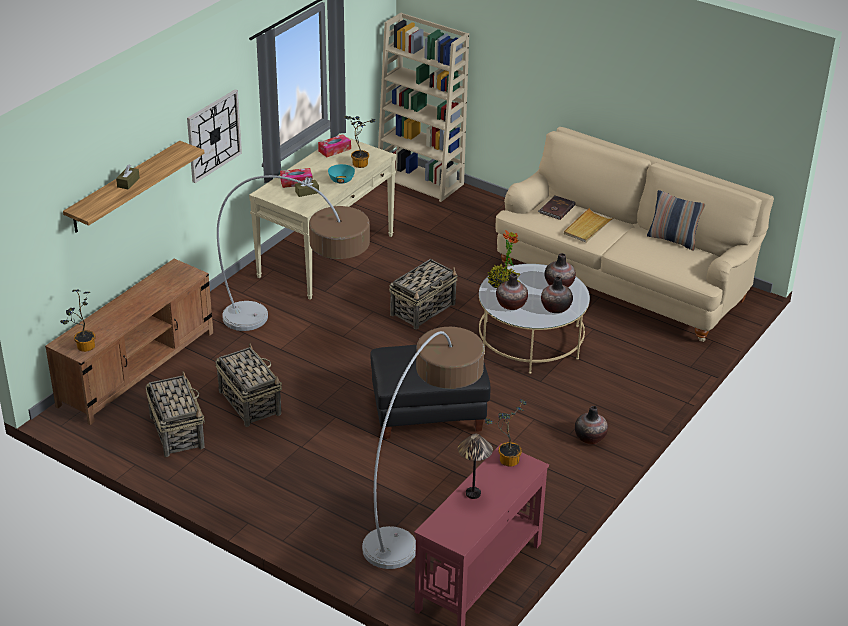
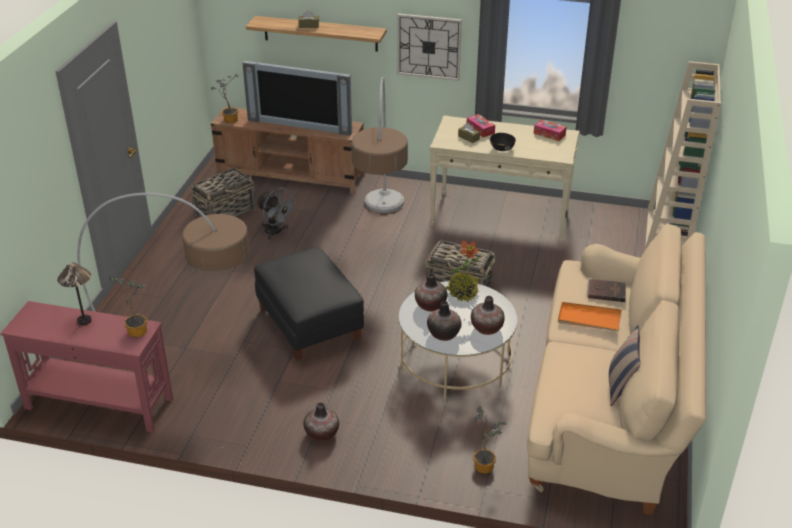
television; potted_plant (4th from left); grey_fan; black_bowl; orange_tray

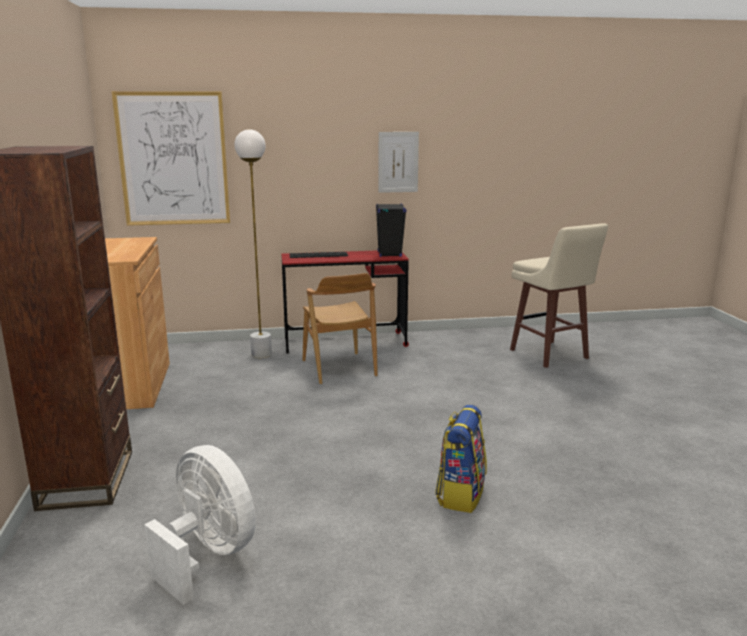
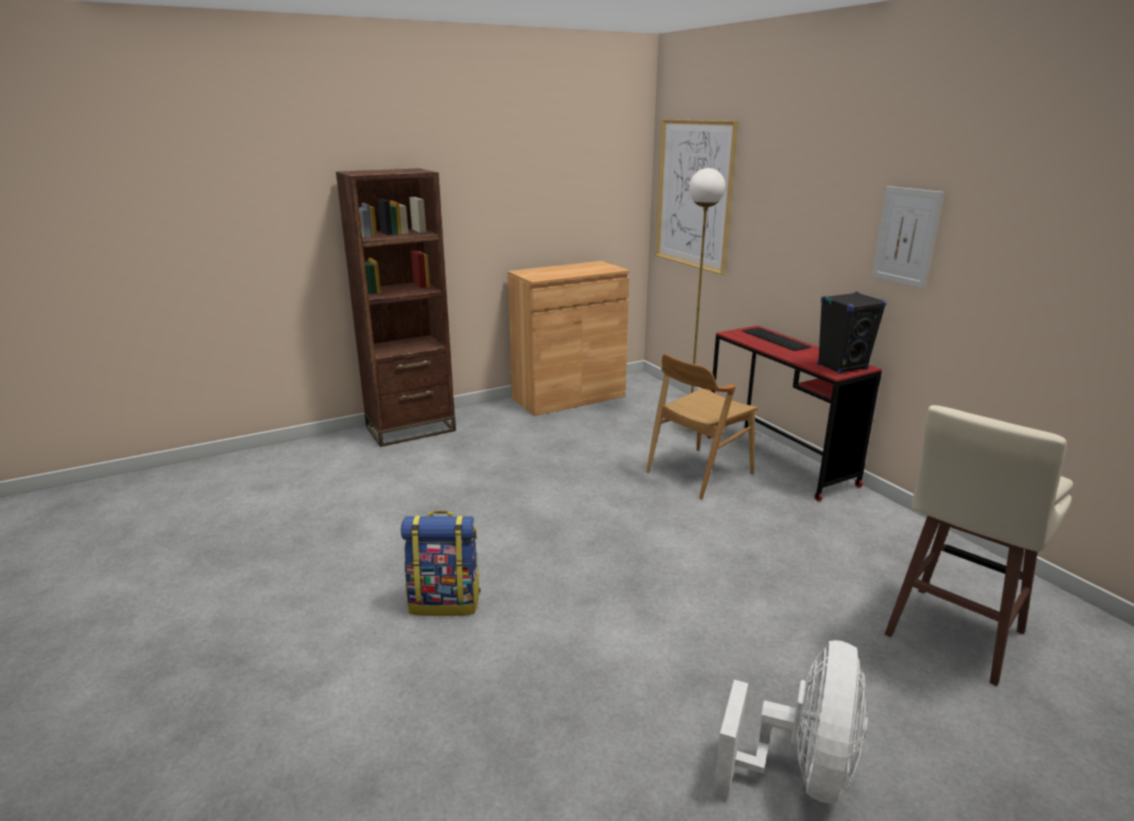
white_fan

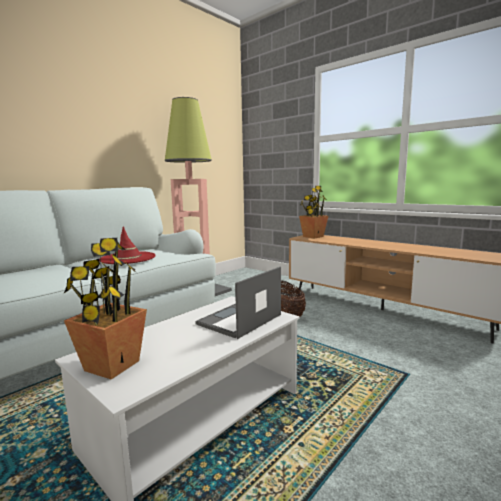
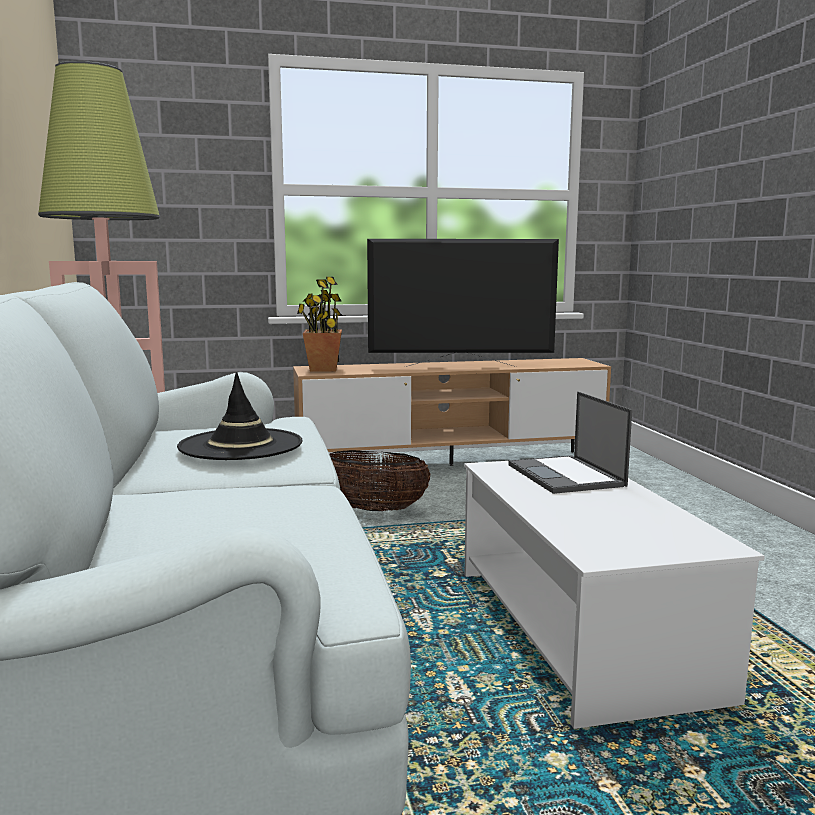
potted_plant (1st from left in the first image); television; black_hat

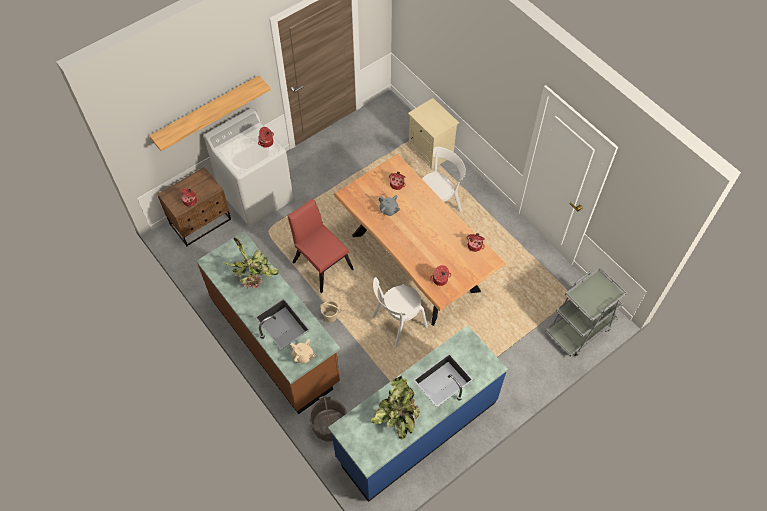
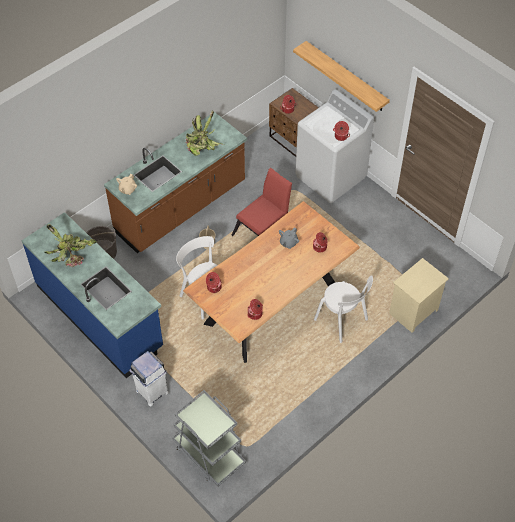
white_trash_can

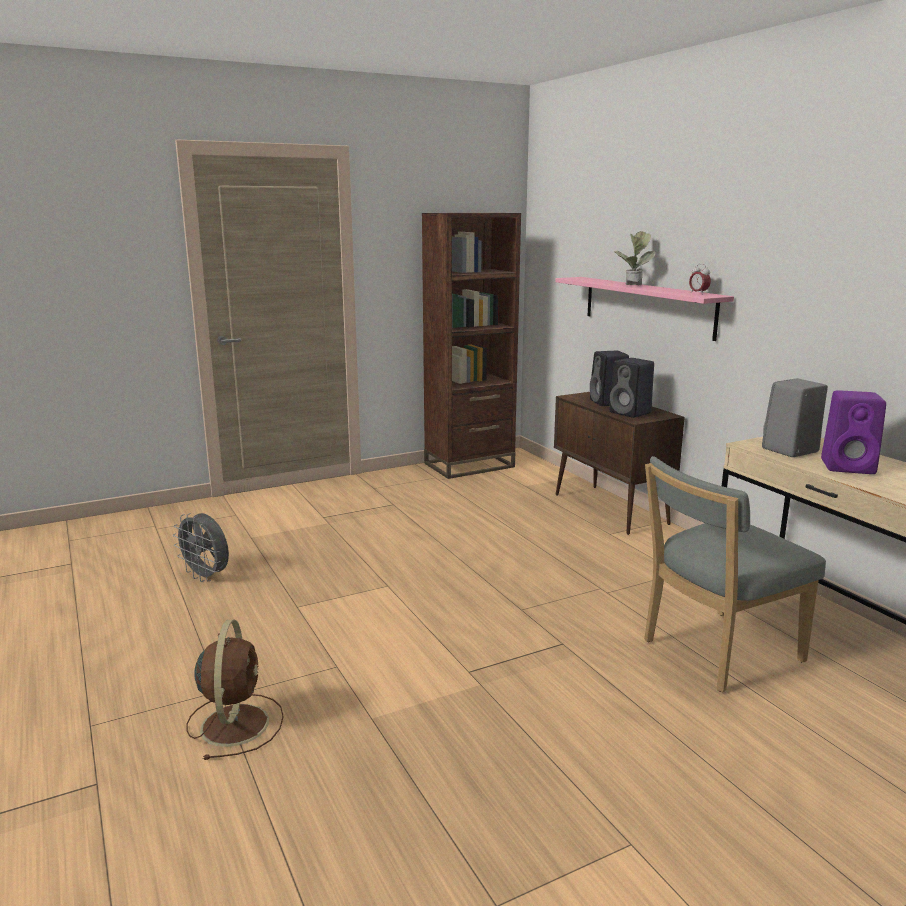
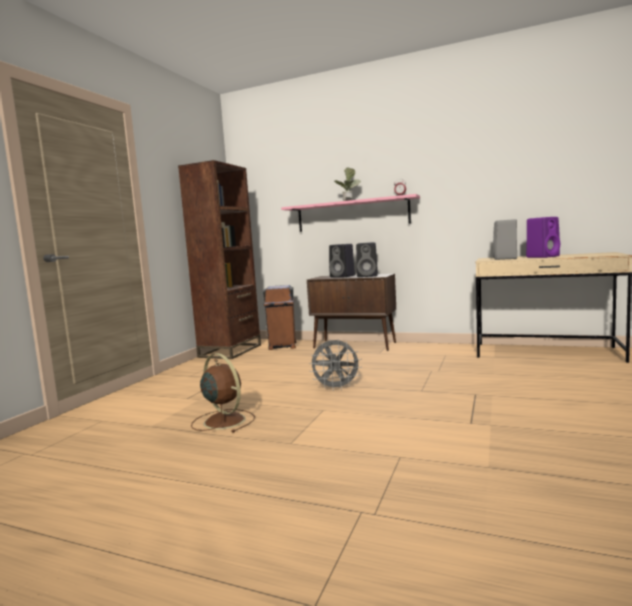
grey_chair; brown_trash_can; grey_fan; brown_fan

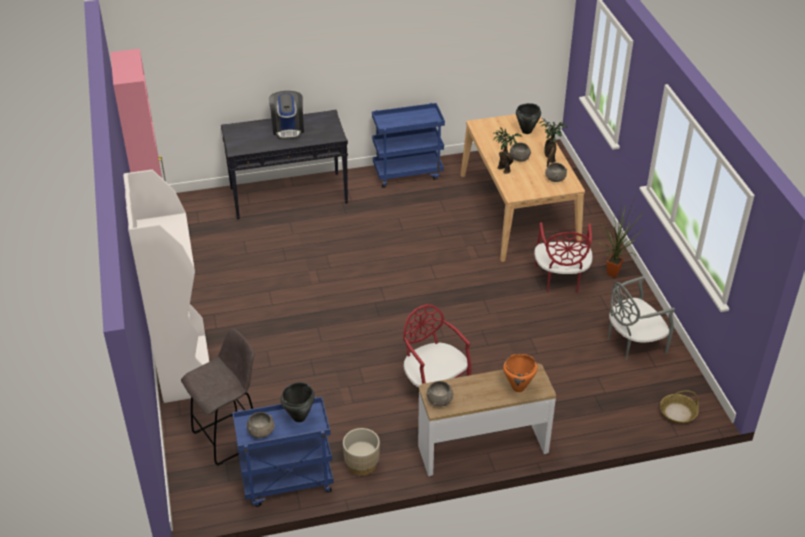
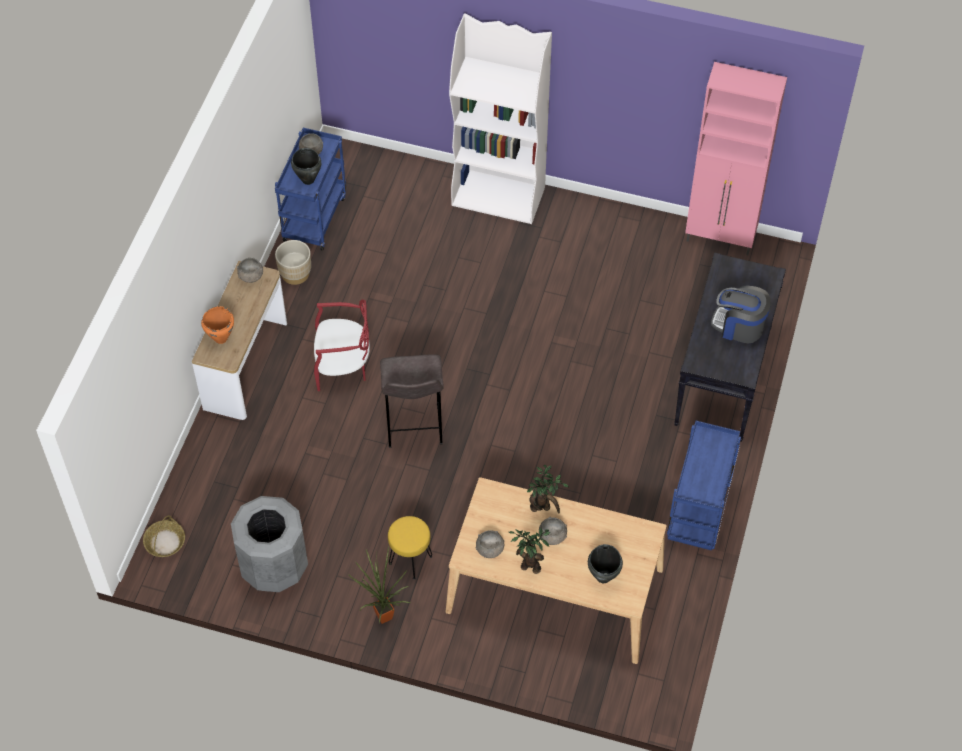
grey_stool; yellow_stool; grey_trash_can

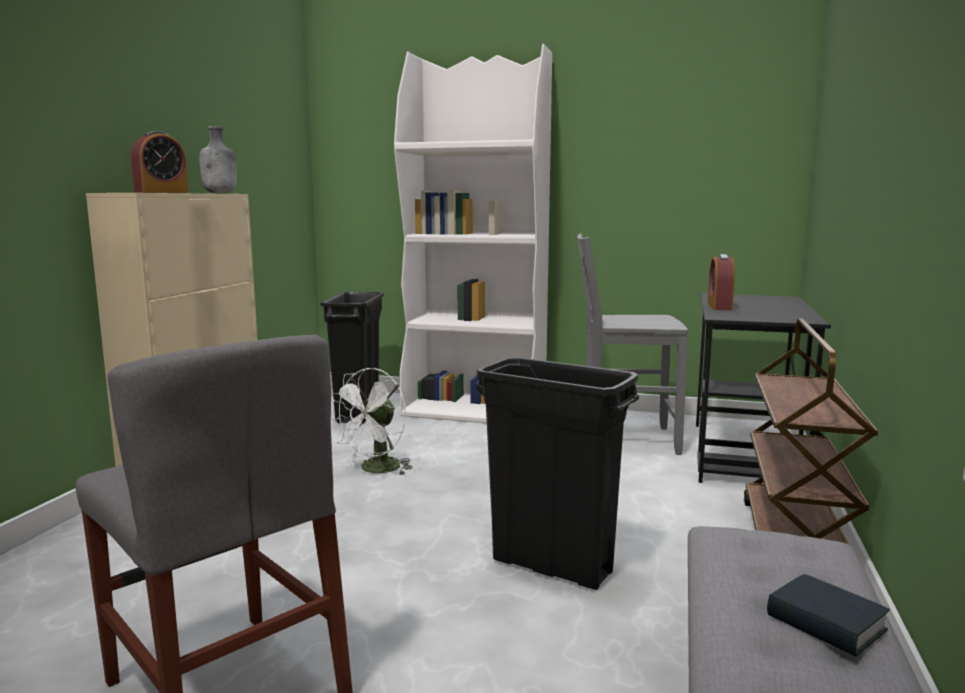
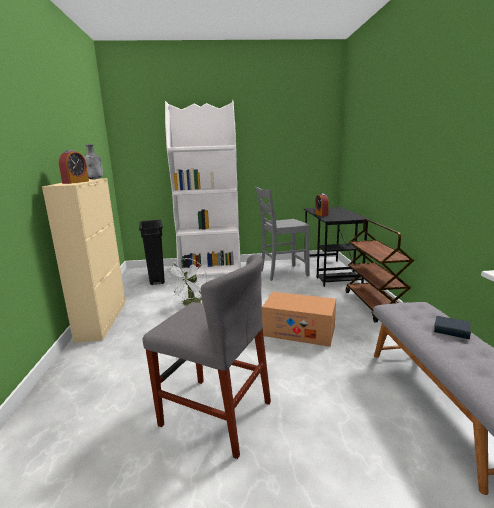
cardboard_box

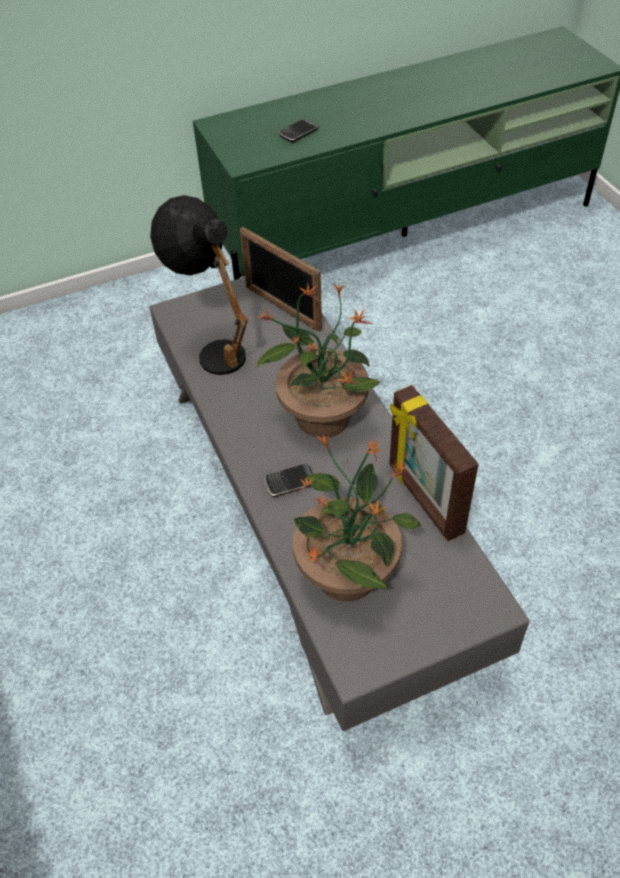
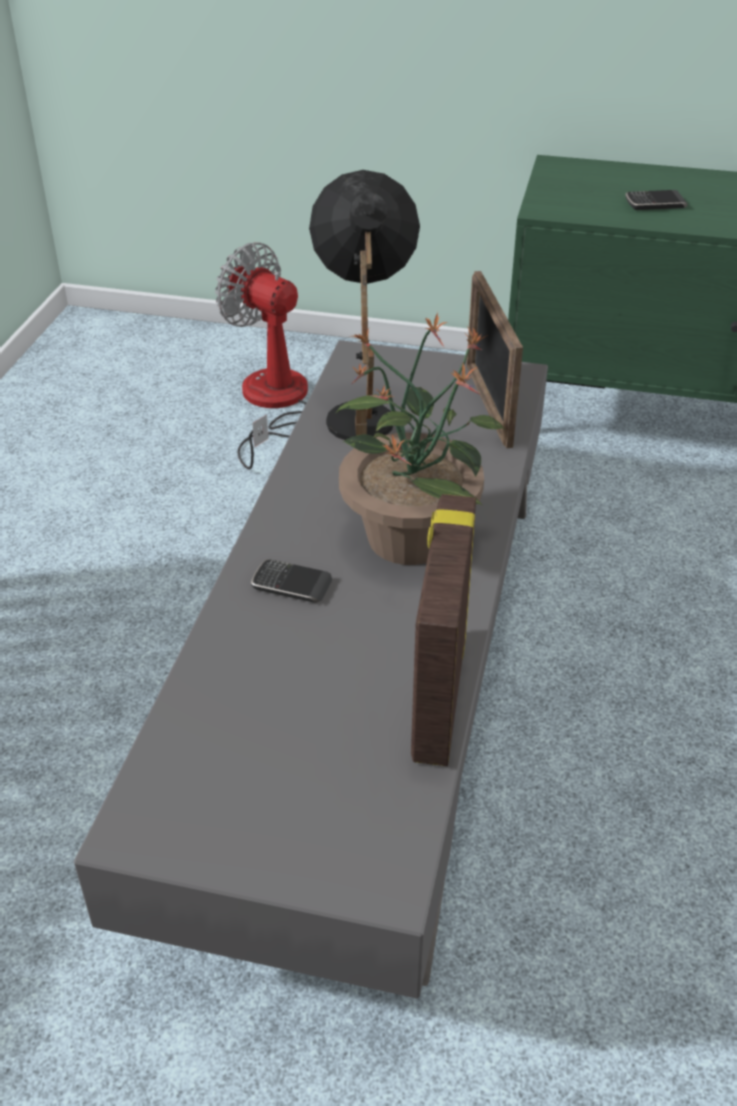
potted_plant (2nd from left in the first image); fan

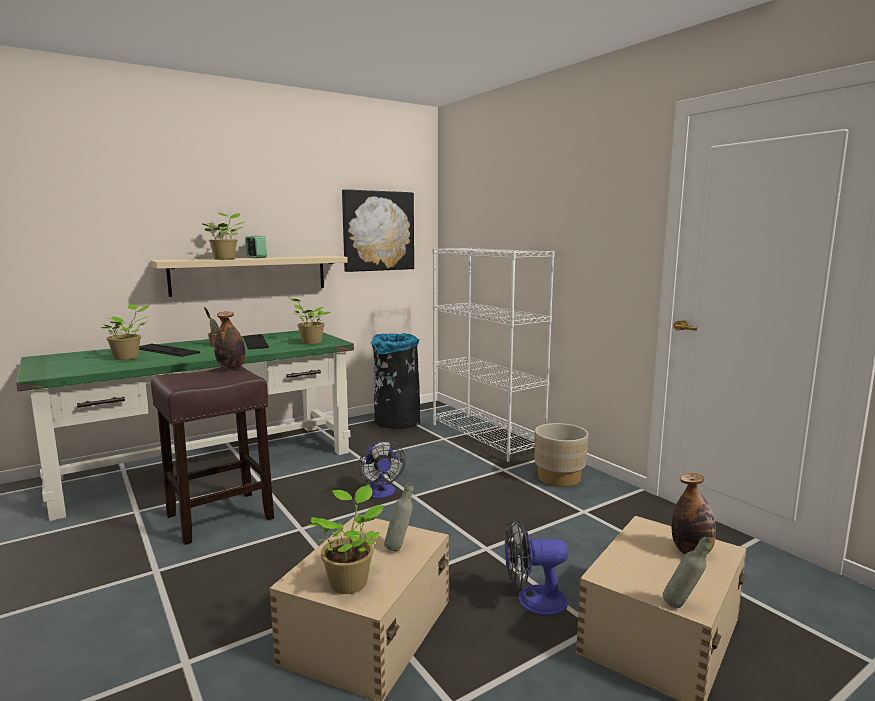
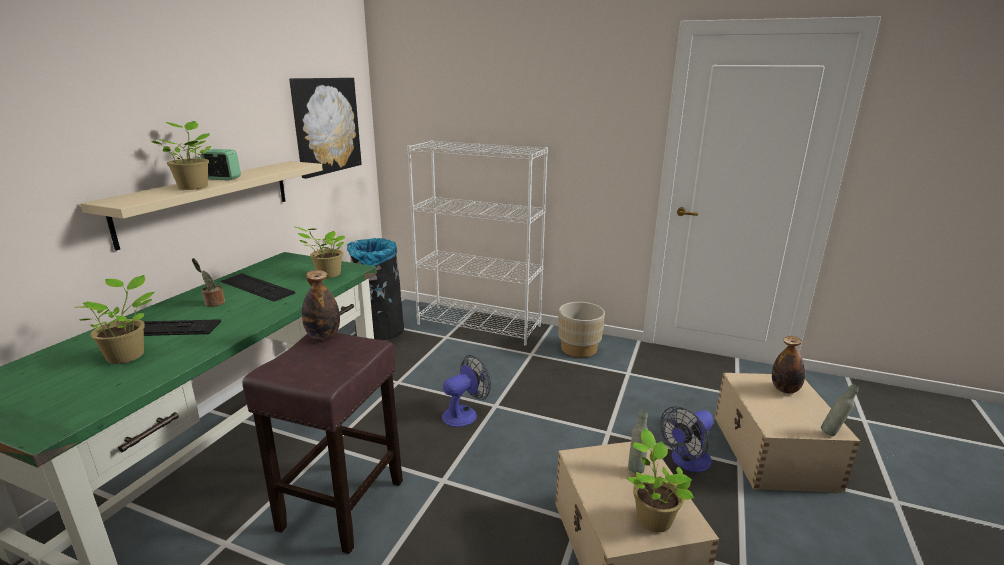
fan (1st from left)

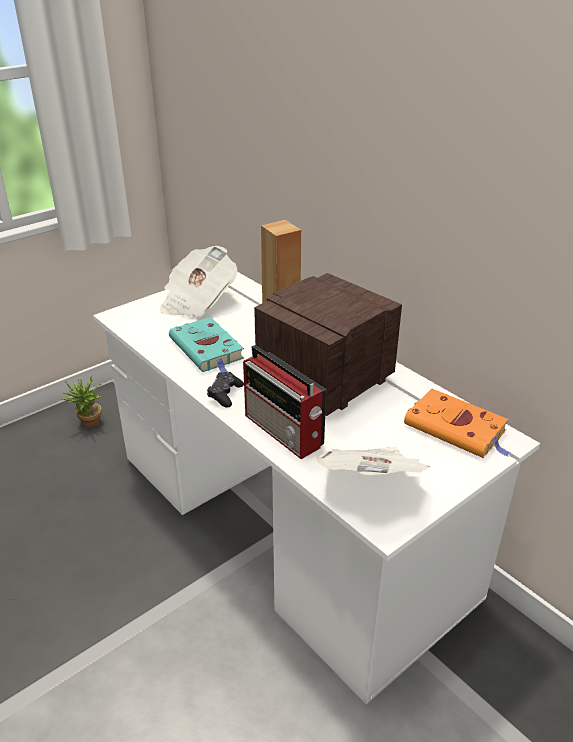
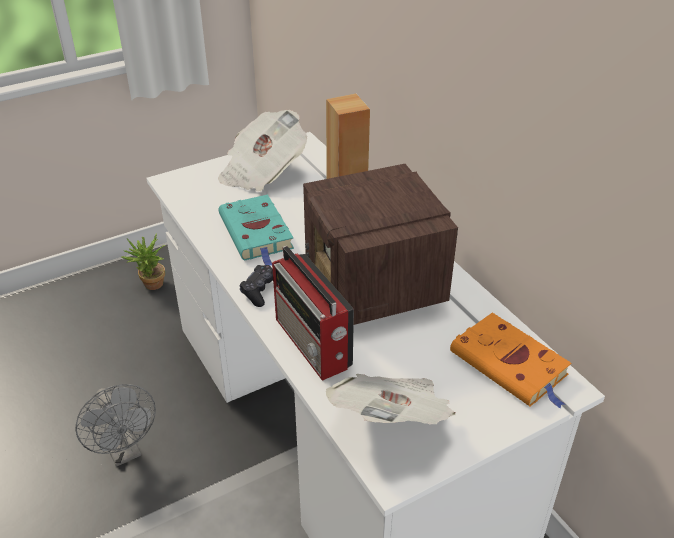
grey_fan; radio (2nd from left)

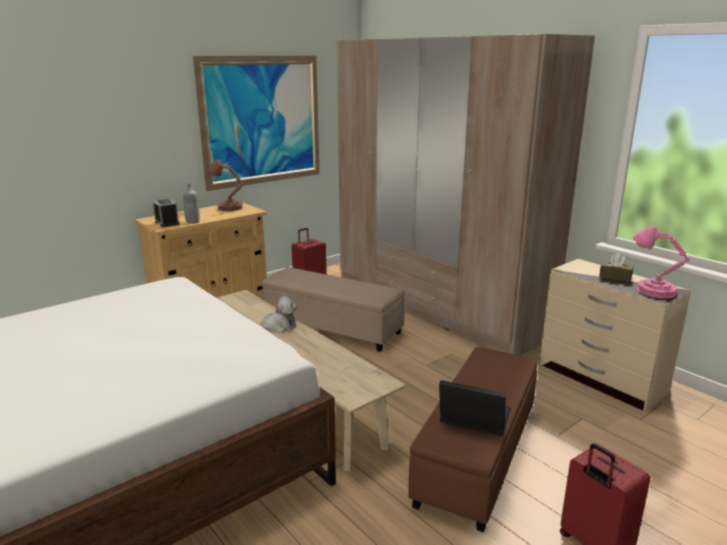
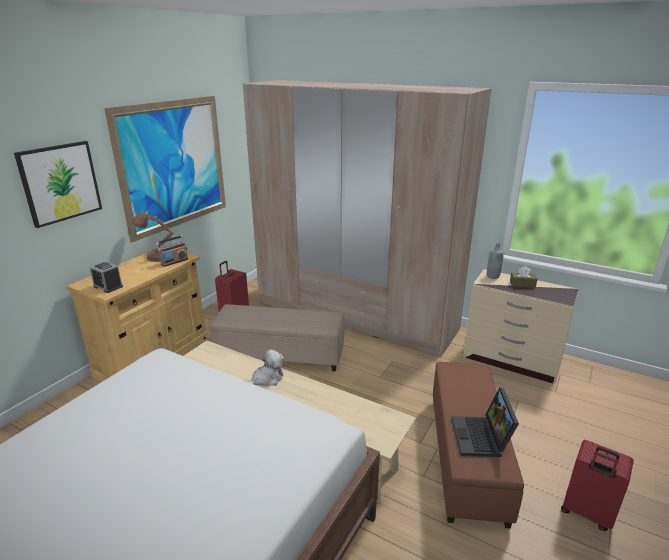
pink_table_lamp; picture (1st from left); radio; grey_bottle; laptop

